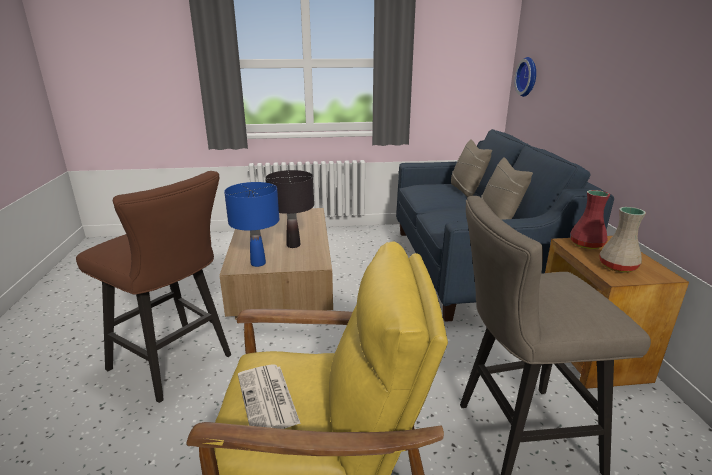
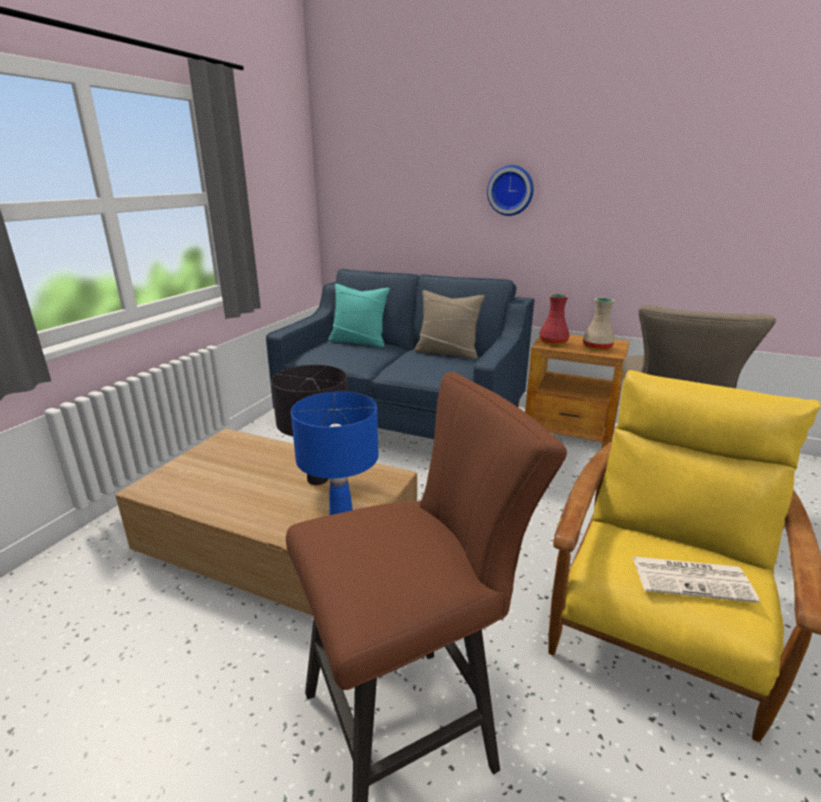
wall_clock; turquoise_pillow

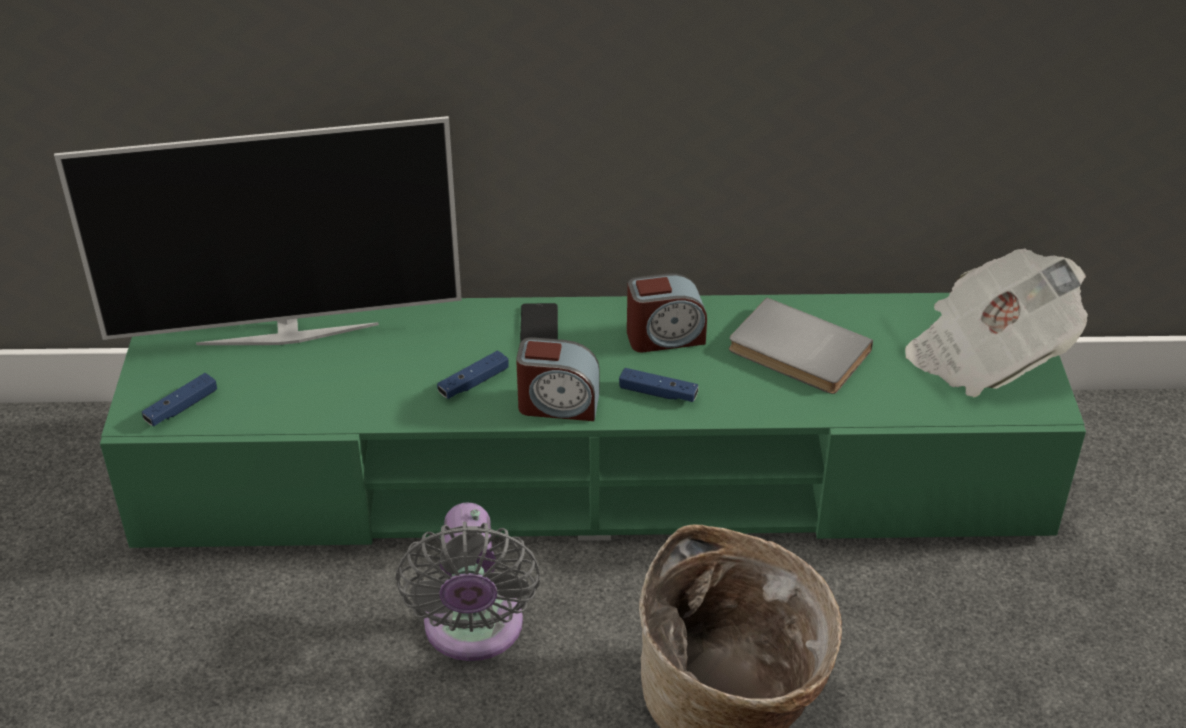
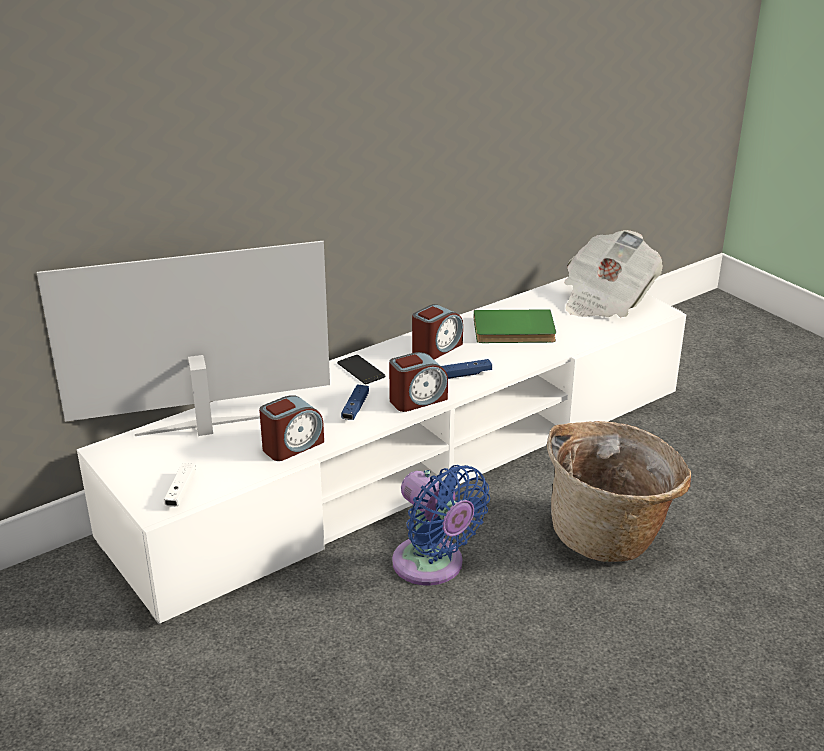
alarm_clock (1st from left); white_tv_stand; white_game_controller; blue_fan; green_book; television

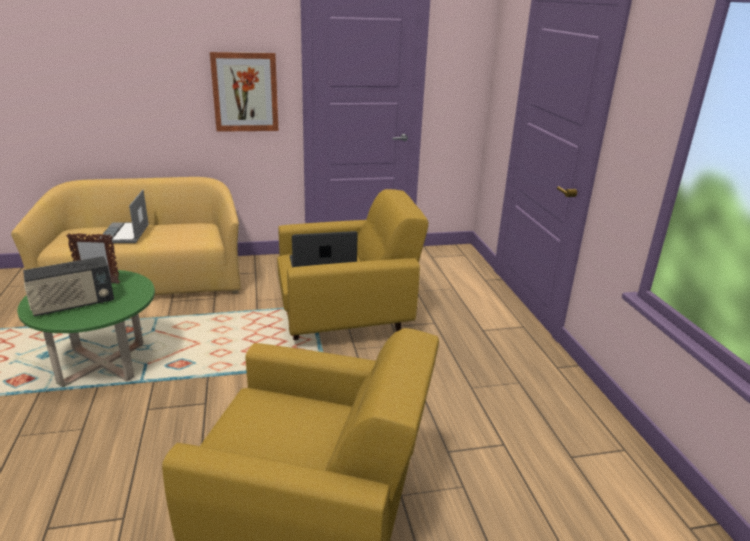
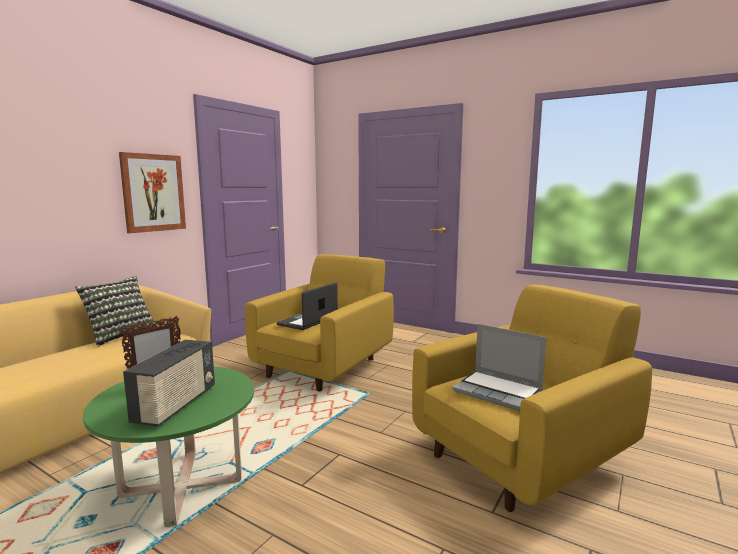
pillow; laptop (2nd from left)

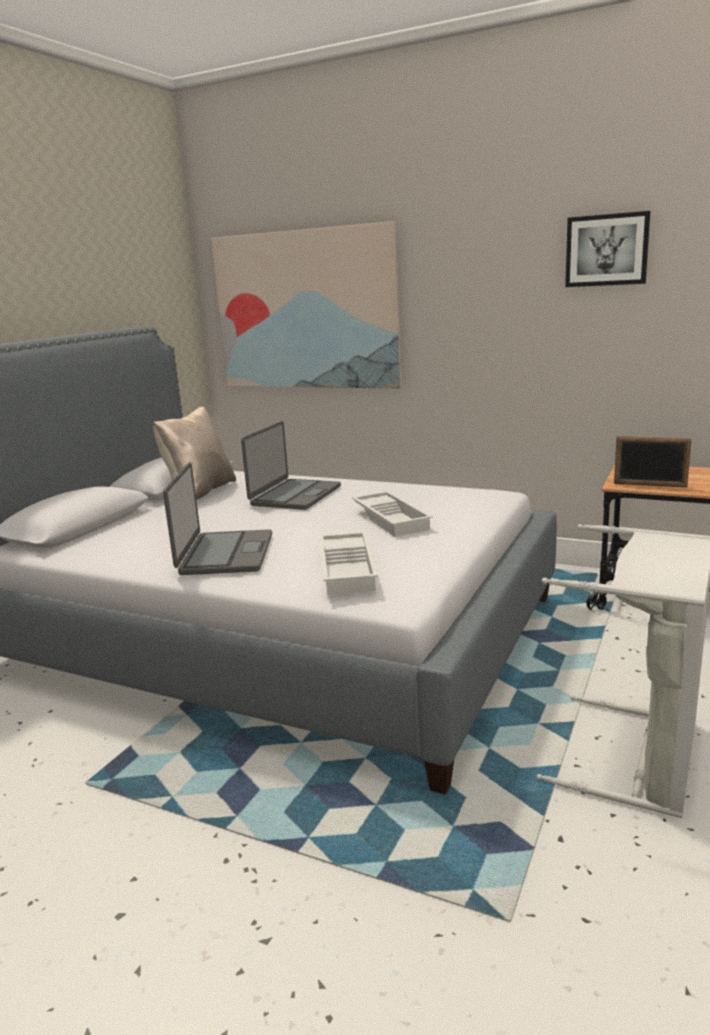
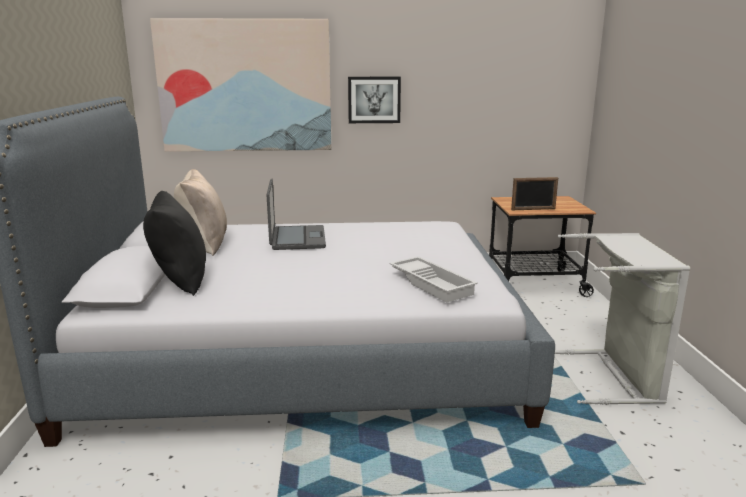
laptop (1st from left in the first image); white_tray (2nd from left in the first image); black_pillow; picture (2nd from left)

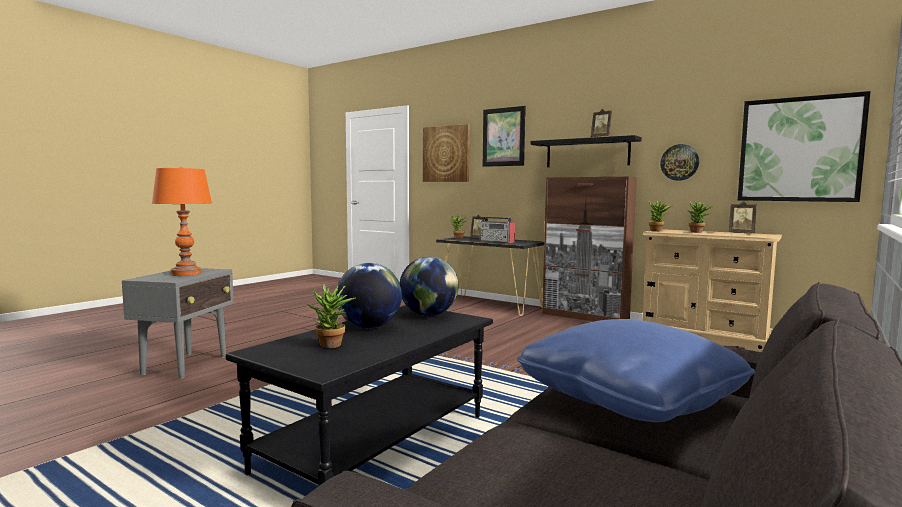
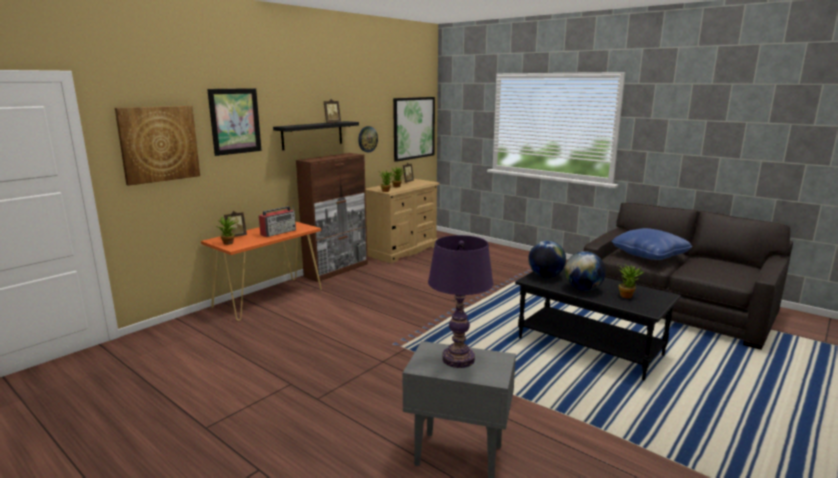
purple_table_lamp; orange_console_table

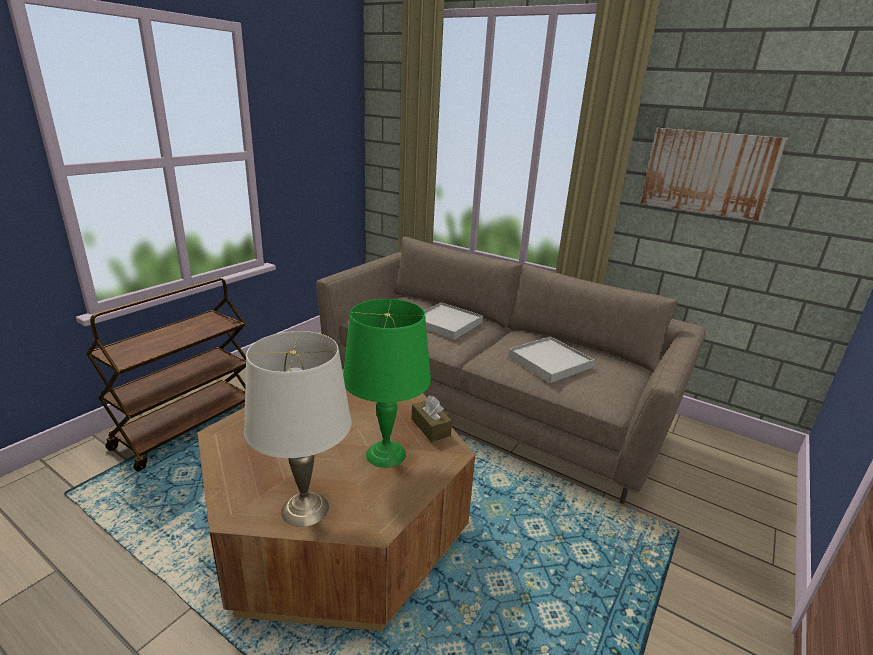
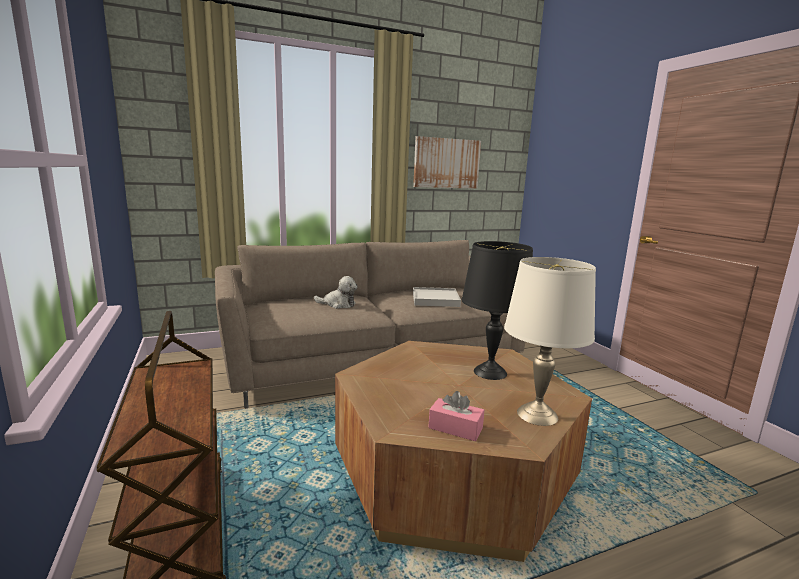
brown_tissue_box; pink_tissue_box; plush_toy; black_table_lamp

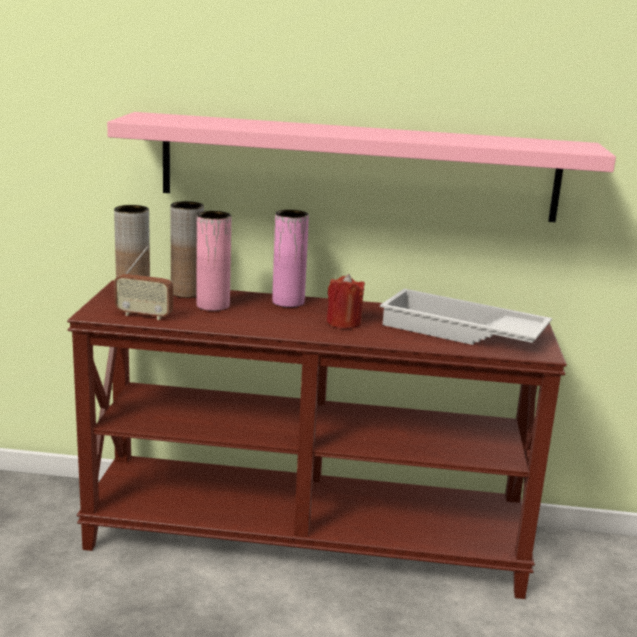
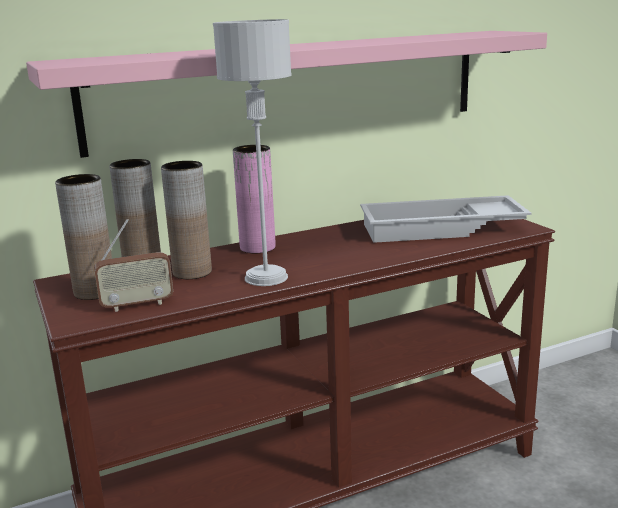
red_candle; grey_table_lamp; brown_vase (3rd from left)

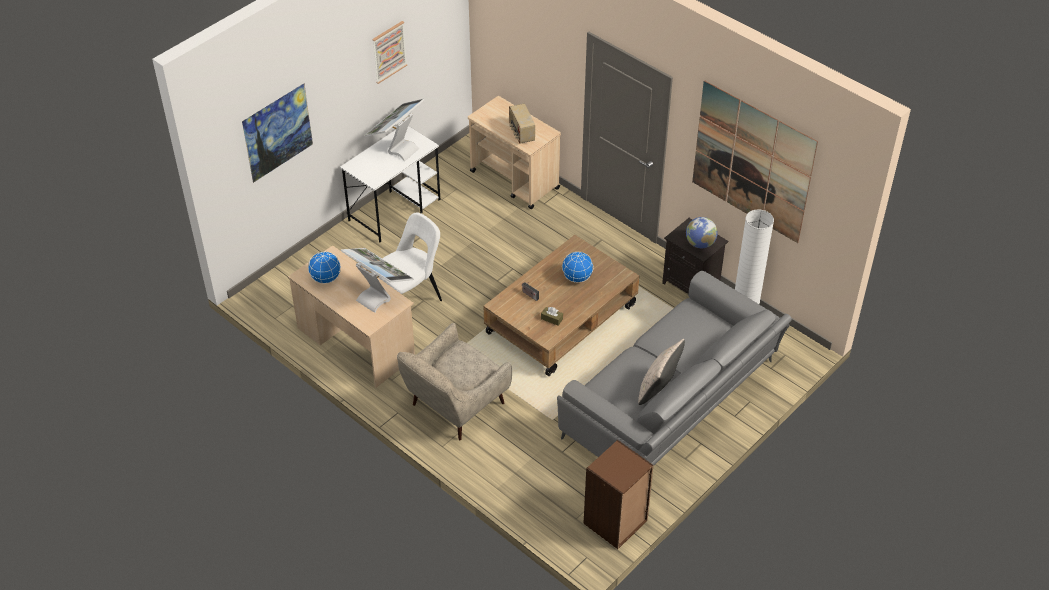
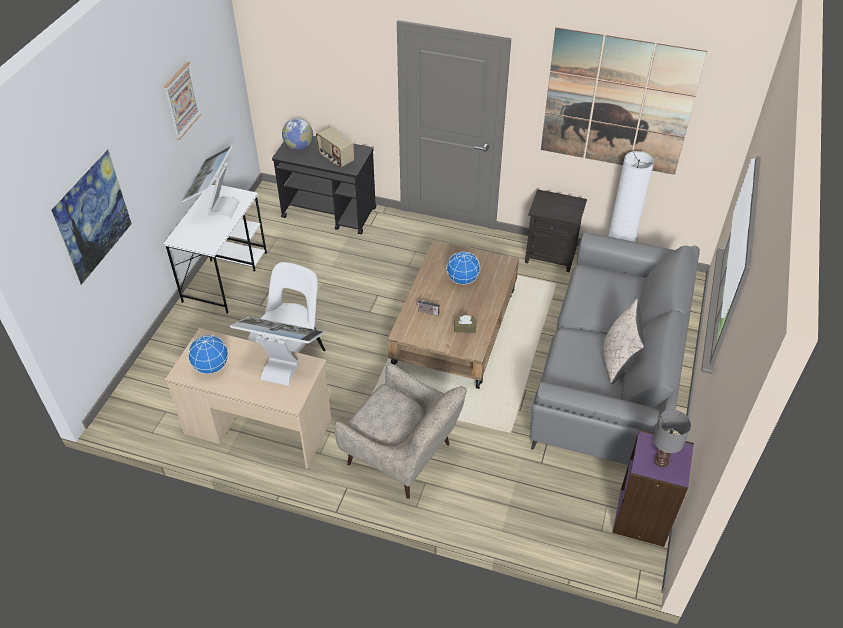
grey_table_lamp; globe (2nd from left); black_cart; purple_bookcase; beige_armchair

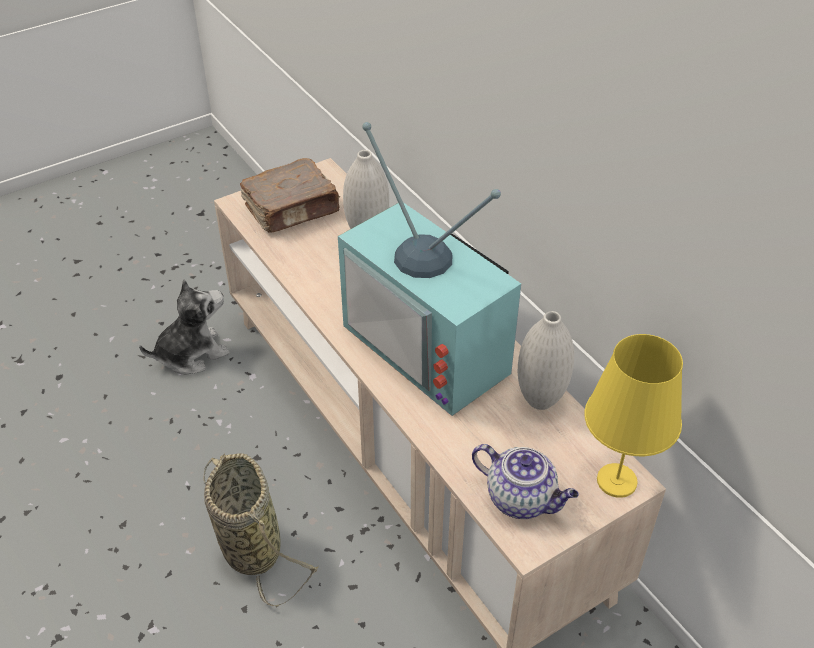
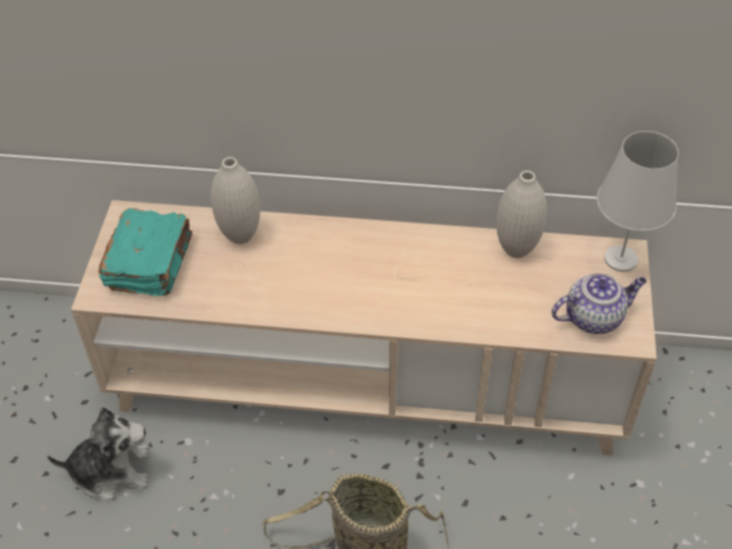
television; turquoise_book; white_table_lamp; plush_toy

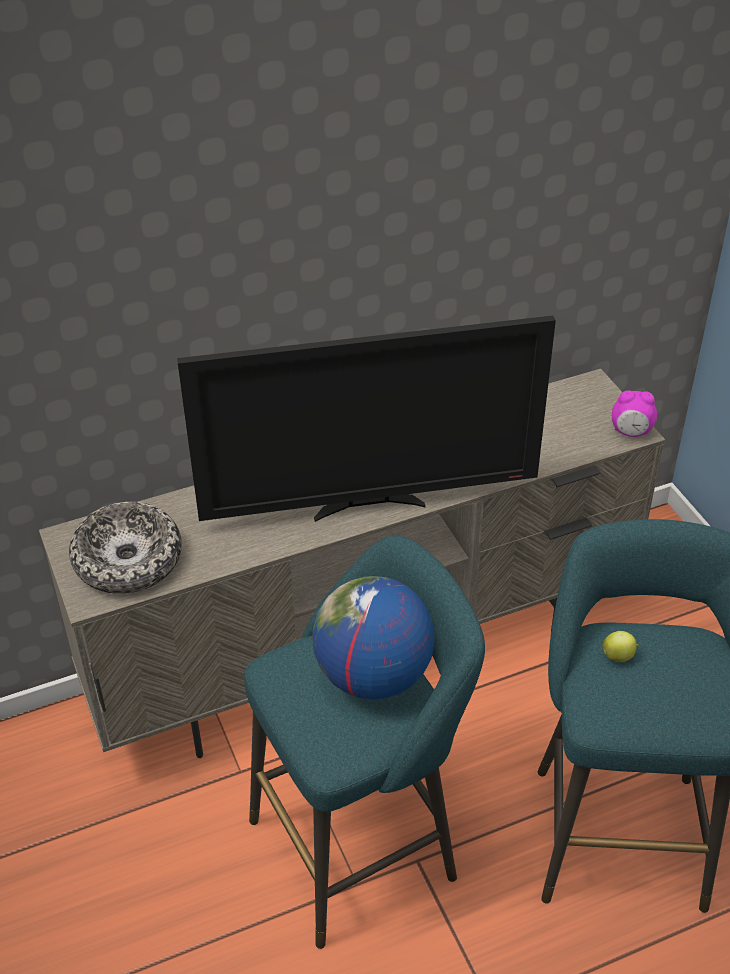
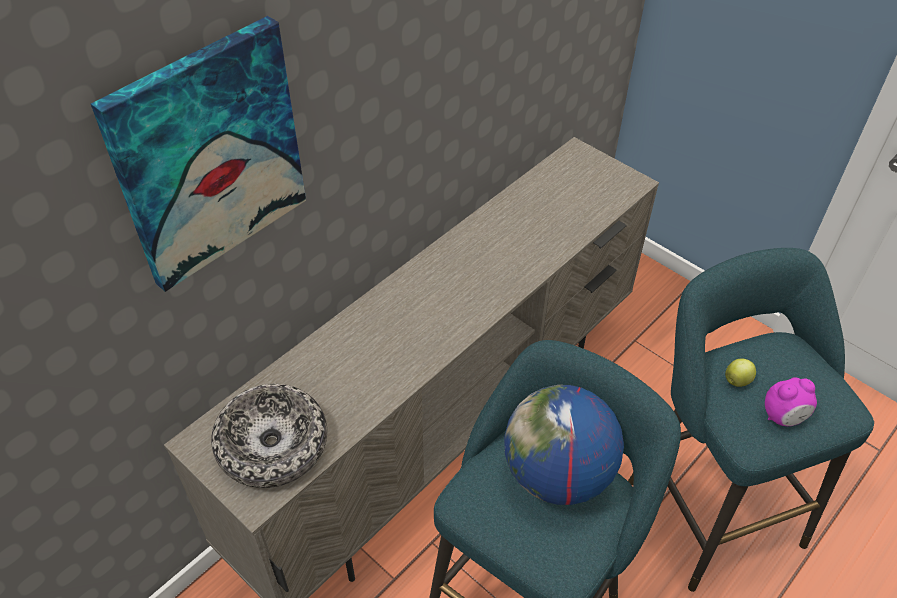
television; picture; alarm_clock

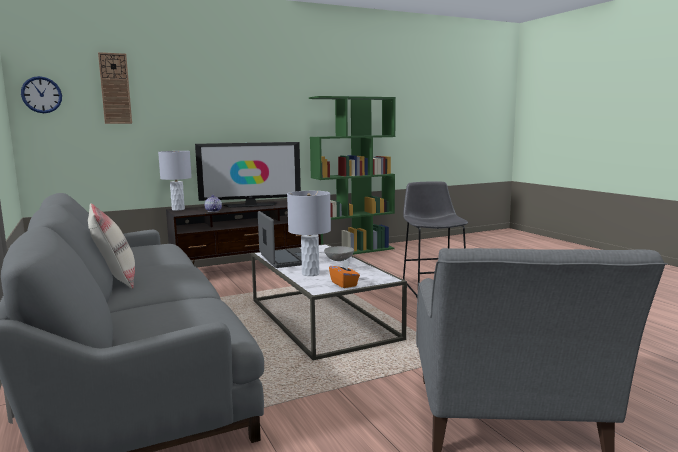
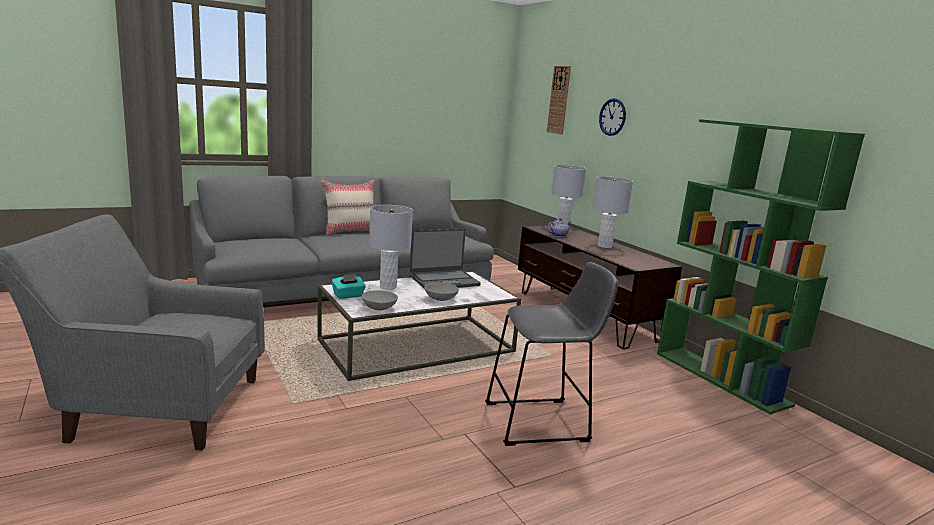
grey_bowl (1st from left); wall_clock (2nd from left); grey_table_lamp (3rd from left); turquoise_tissue_box

